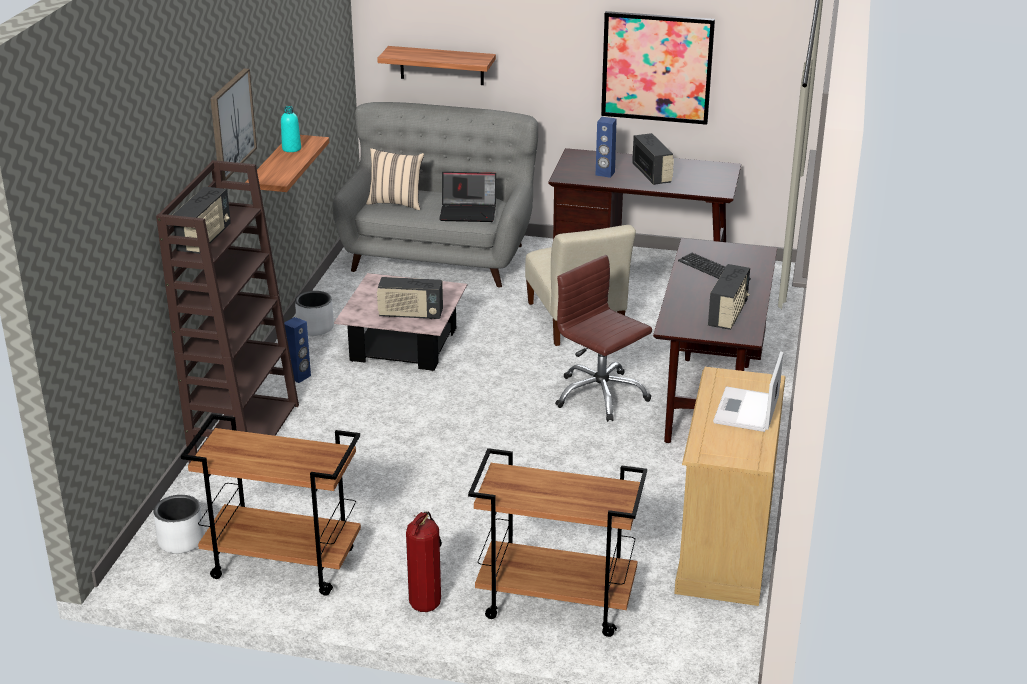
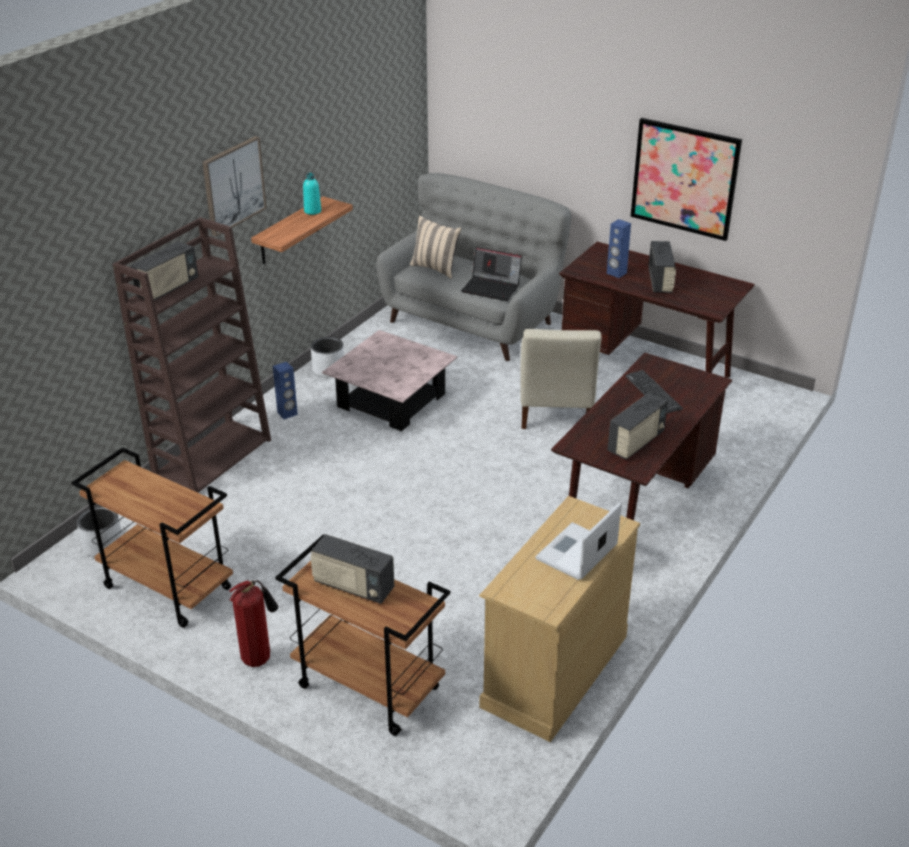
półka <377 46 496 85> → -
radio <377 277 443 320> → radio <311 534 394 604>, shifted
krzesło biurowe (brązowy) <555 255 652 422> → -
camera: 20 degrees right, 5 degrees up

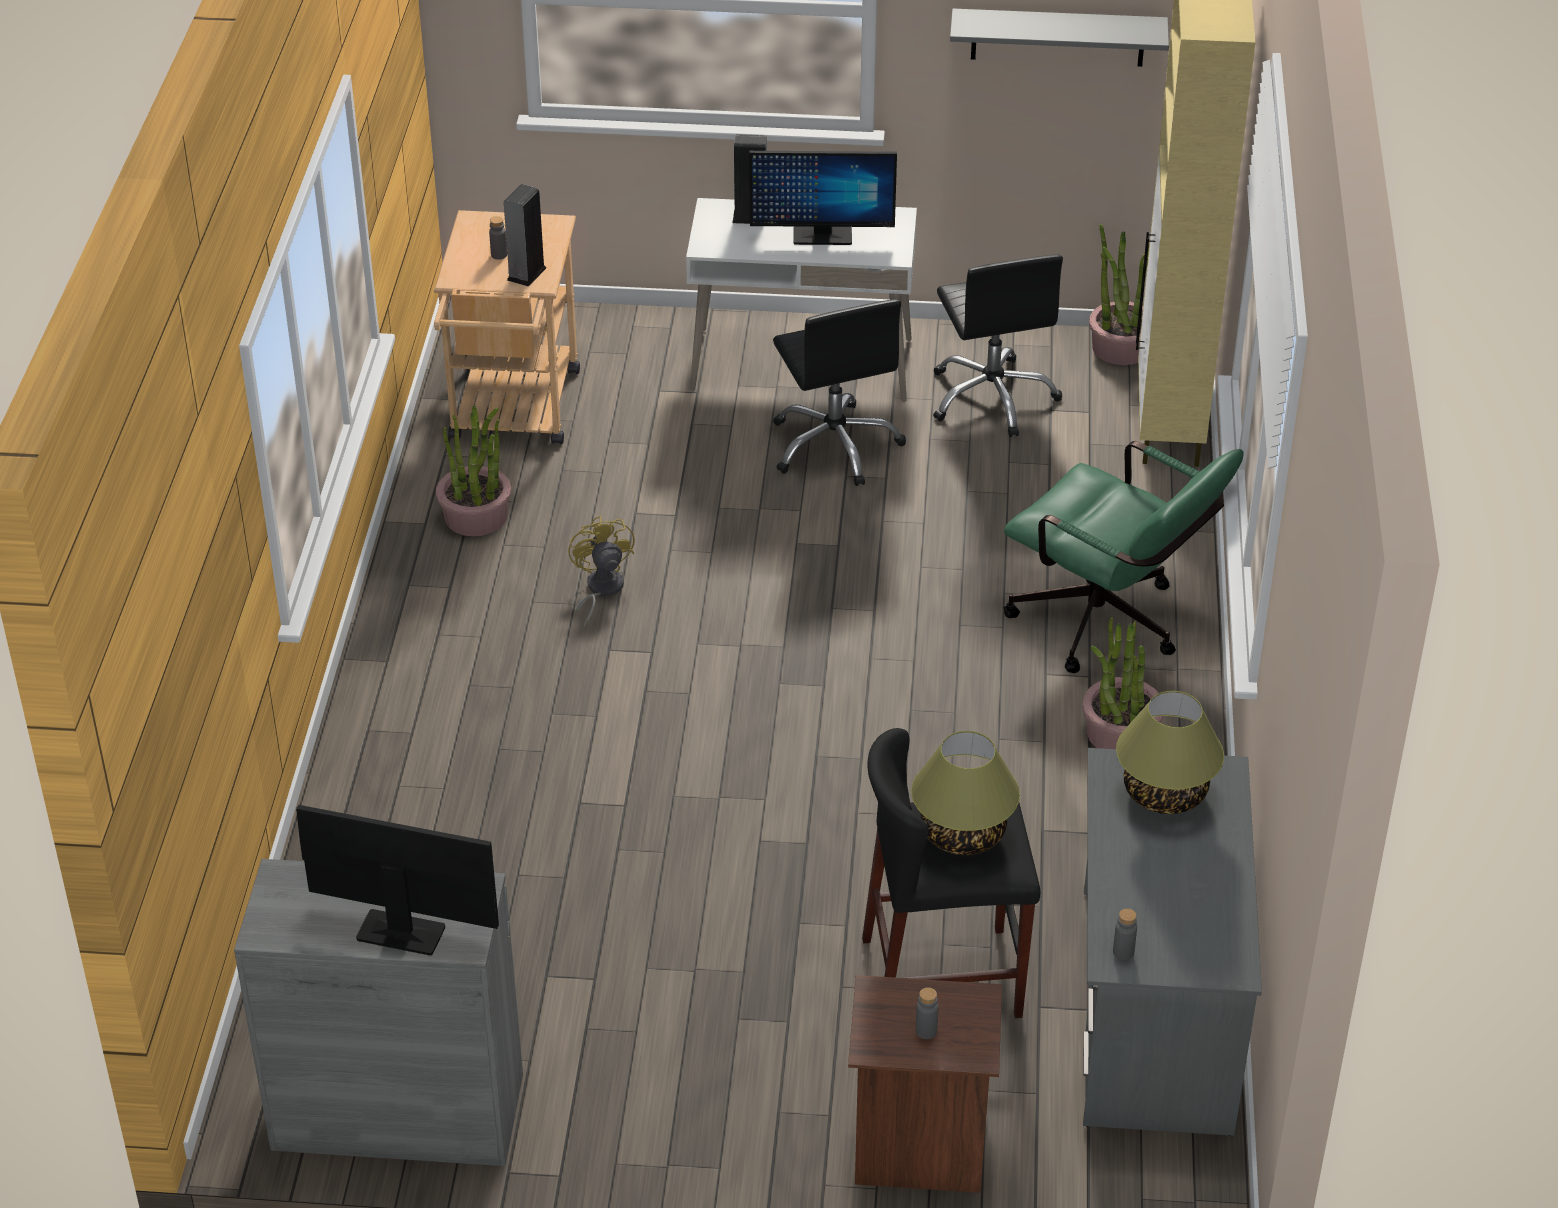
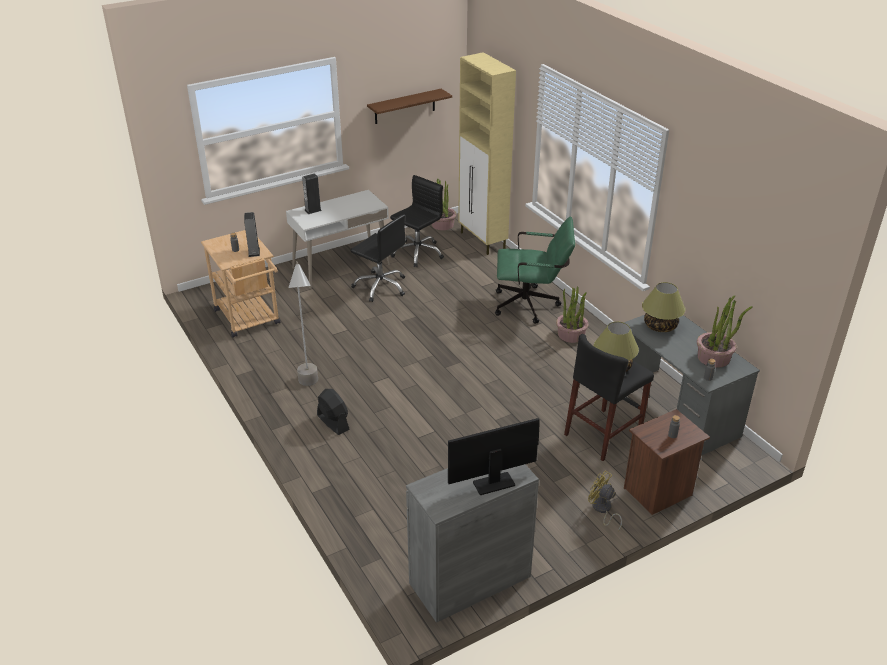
roślina doniczkowa <436 406 511 537> → roślina doniczkowa <697 295 753 368>, shifted
wentylator (żółty) <568 516 635 628> → wentylator (żółty) <588 471 622 531>, shifted
monitor <749 151 897 245> → -
krzesło biurowe (czarny) <933 254 1063 437> → krzesło biurowe (czarny) <390 175 444 267>, 90 degrees counterclockwise
półka (szary) <950 9 1169 67> → półka (brązowy) <367 89 452 124>
- → lampa stojąca (szary) <288 261 318 386>
- → wentylator (czarny) <317 389 350 435>
camera: 35 degrees left, 5 degrees down

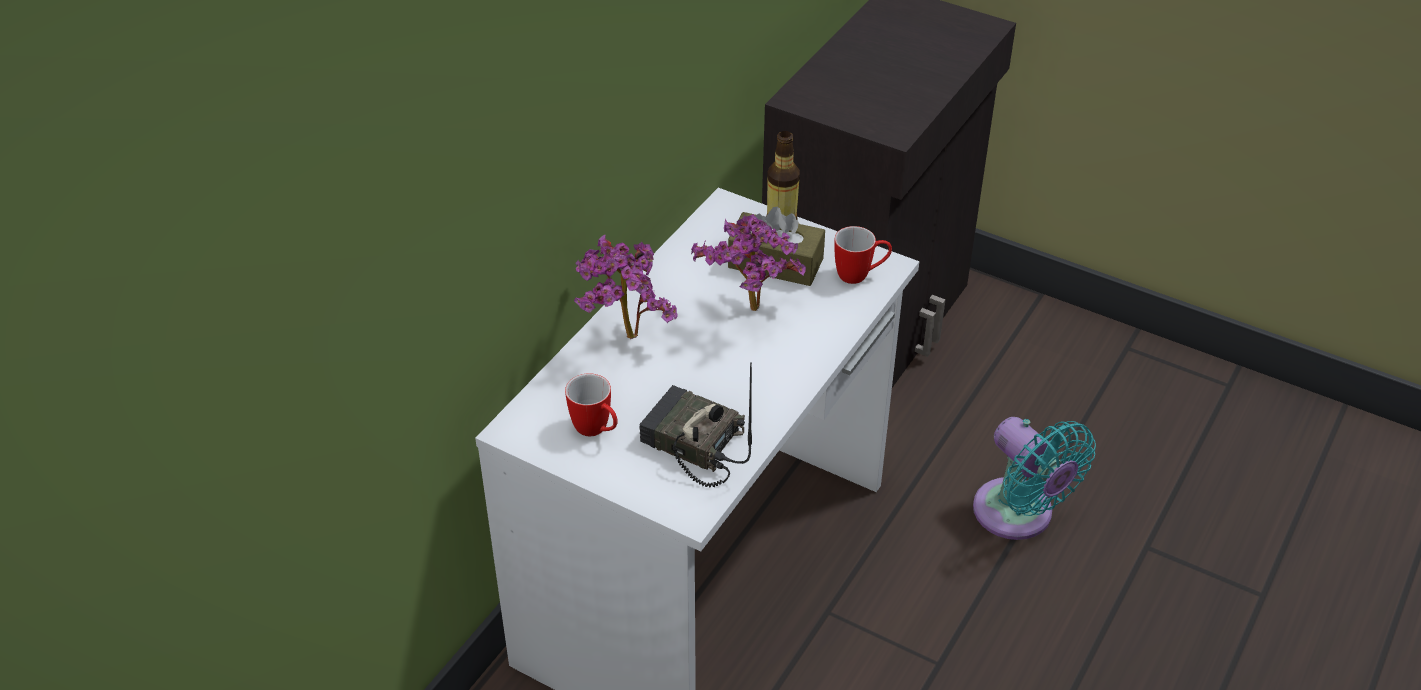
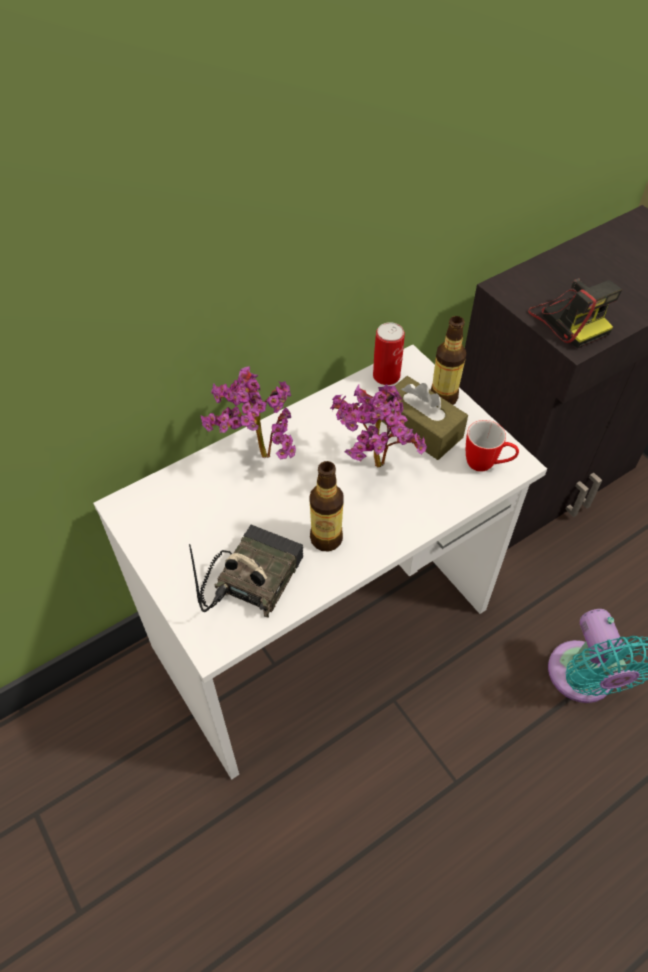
kubek <565 373 618 436> → -
radio <640 362 752 488> → radio <189 524 303 618>, 60 degrees clockwise
- → butelka <309 461 344 552>
- → puszka <373 322 405 385>
- → aparat fotograficzny <528 278 622 348>
camera: 25 degrees right, 10 degrees up

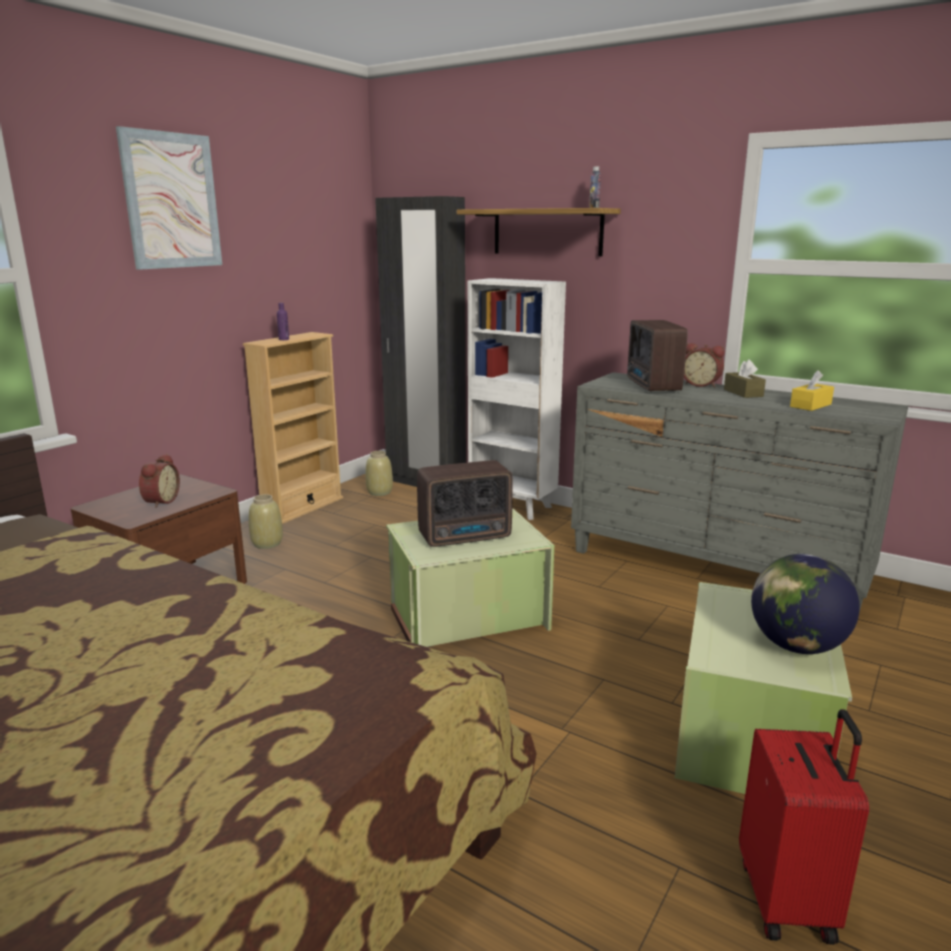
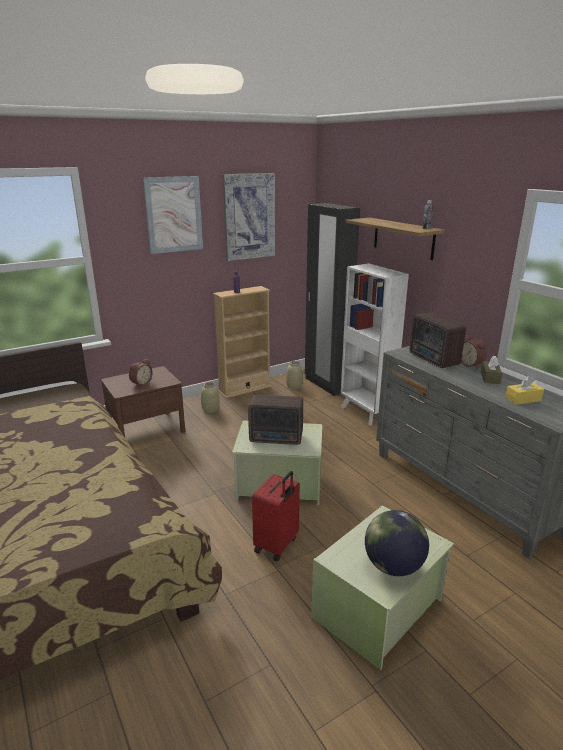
radio <627 320 688 392> → radio <410 312 466 368>, 45 degrees counterclockwise
walizka (czerwony) <739 709 869 945> → walizka (czerwony) <252 471 300 561>, shifted
- → obraz <223 173 275 261>
camera: 25 degrees right, 5 degrees up

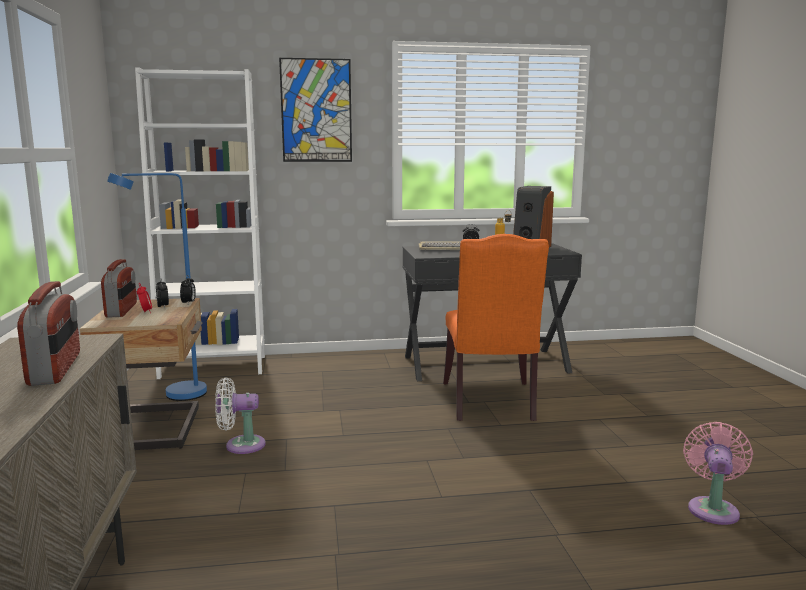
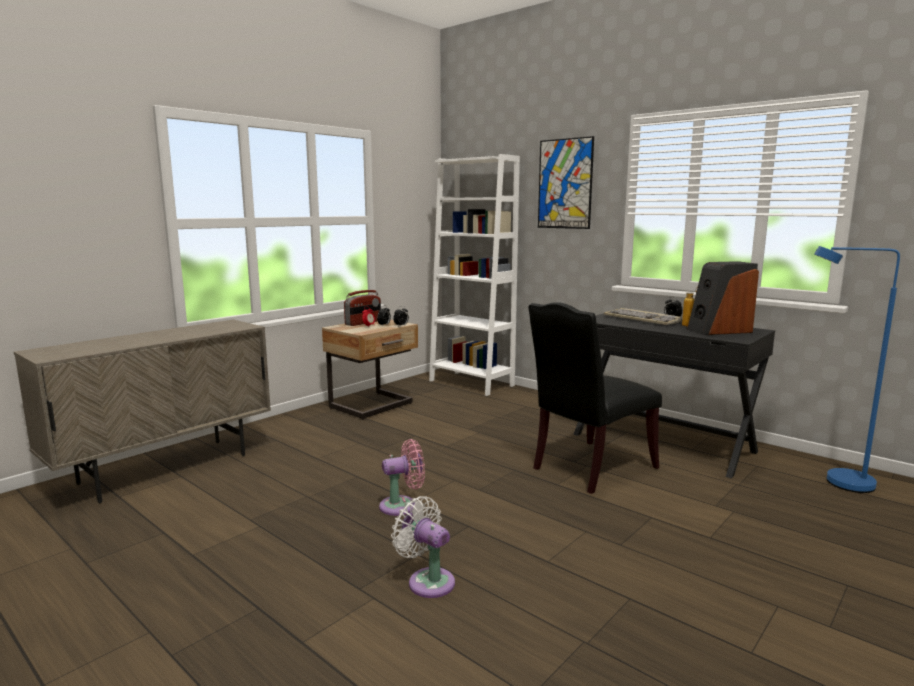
radio <17 281 80 386> → -
lampa stojąca (niebieski) <107 173 207 401> → lampa stojąca (niebieski) <815 246 900 493>, shifted
wentylator (biały) <215 377 266 454> → wentylator (biały) <391 496 455 598>, shifted
krzesło (pomarańczowy) <443 234 549 421> → krzesło (czarny) <528 302 662 494>
wentylator (różowy) <683 422 753 525> → wentylator (różowy) <379 439 425 516>, shifted
camera: 50 degrees right, 0 degrees up

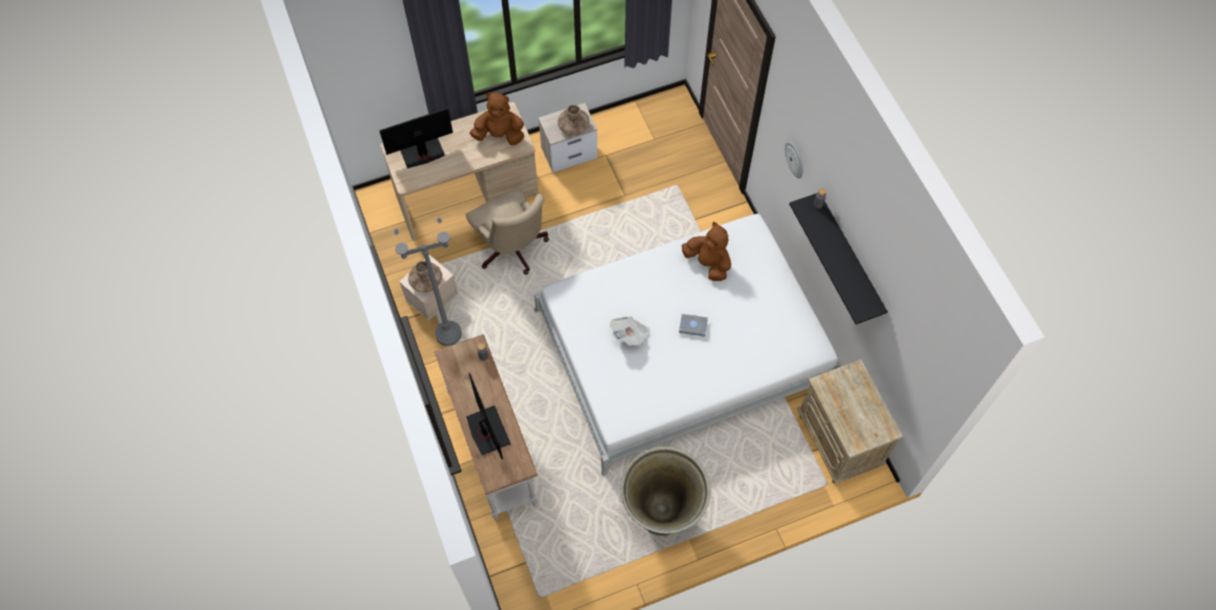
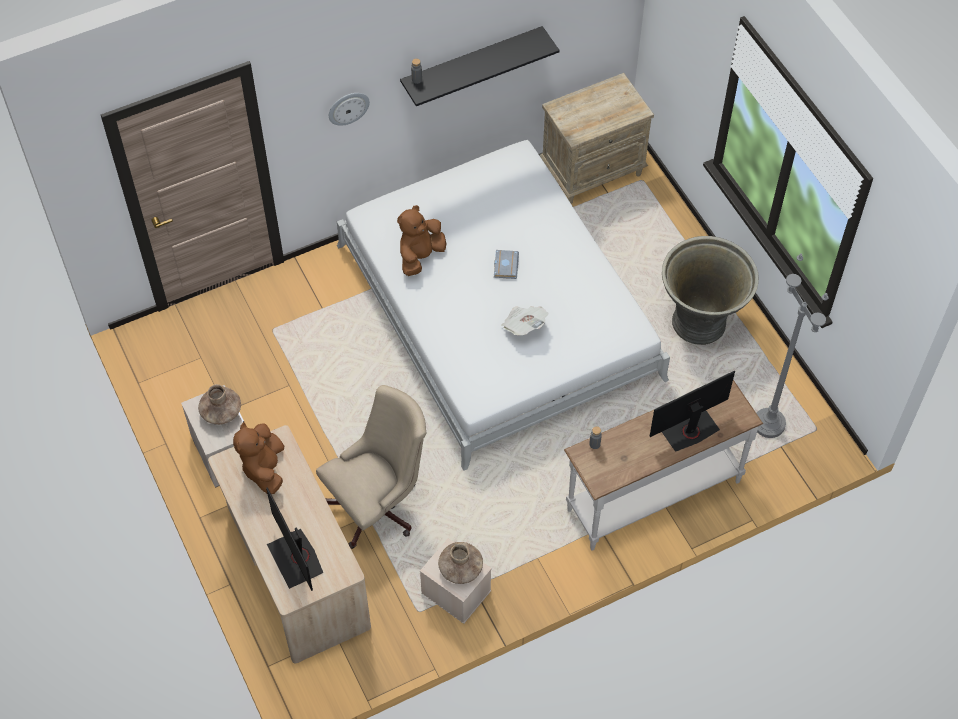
lampa stojąca (szary) <394 217 462 346> → lampa stojąca (szary) <756 253 828 438>, shifted
camera: 95 degrees left, 5 degrees down

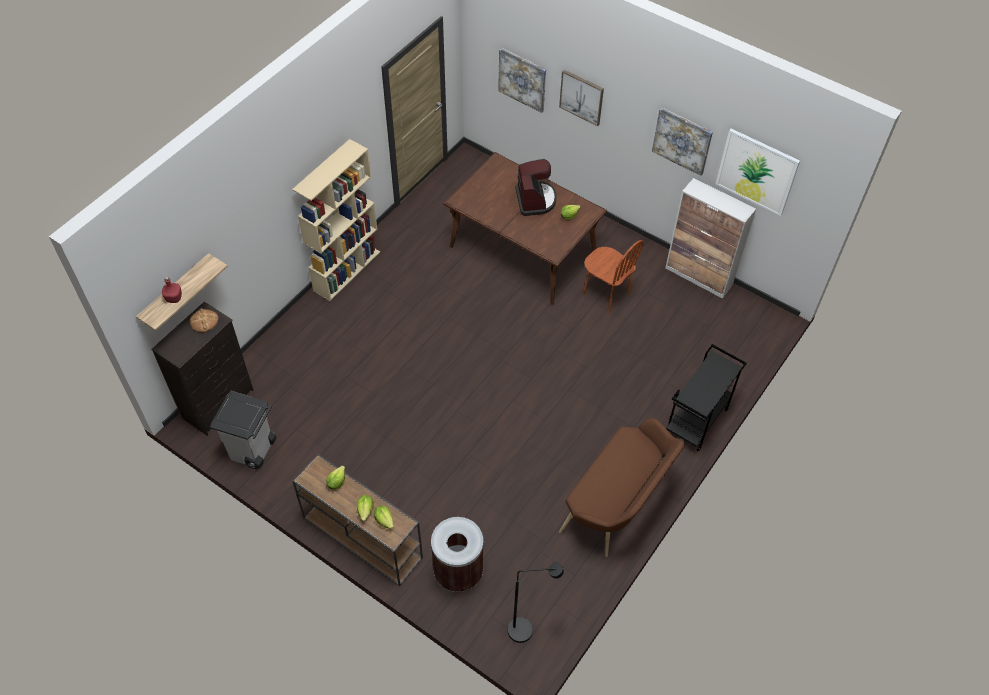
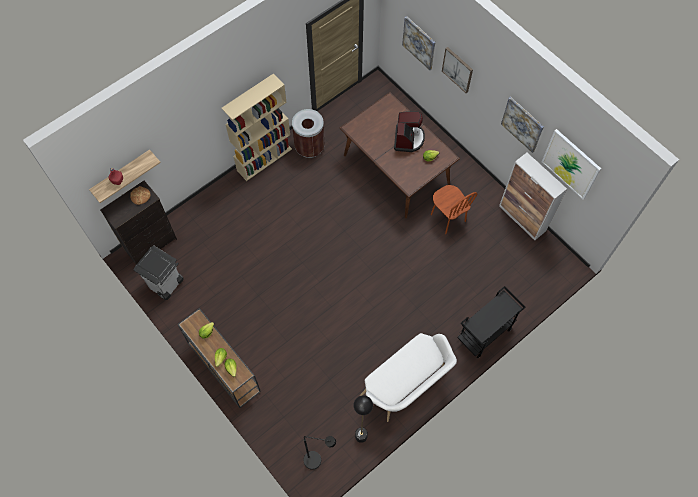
kosz na śmieci (brązowy) <431 517 483 592> → kosz na śmieci (brązowy) <292 109 325 158>, shifted
ławka (brązowy) <559 418 685 557> → ławka (biały) <360 333 457 422>
- → lampa stojąca (czarny) <354 395 373 443>
camera: 15 degrees right, 10 degrees up

